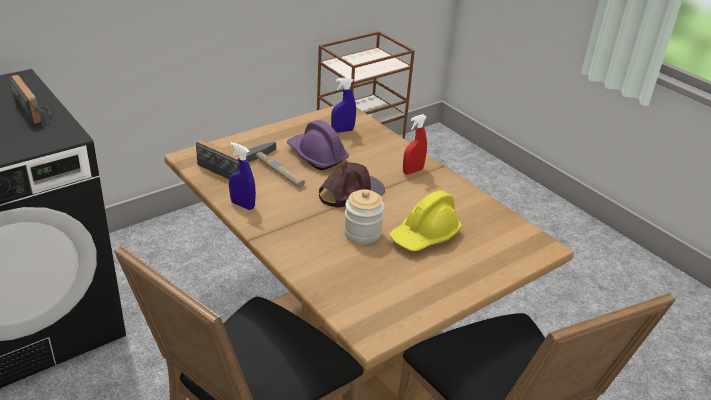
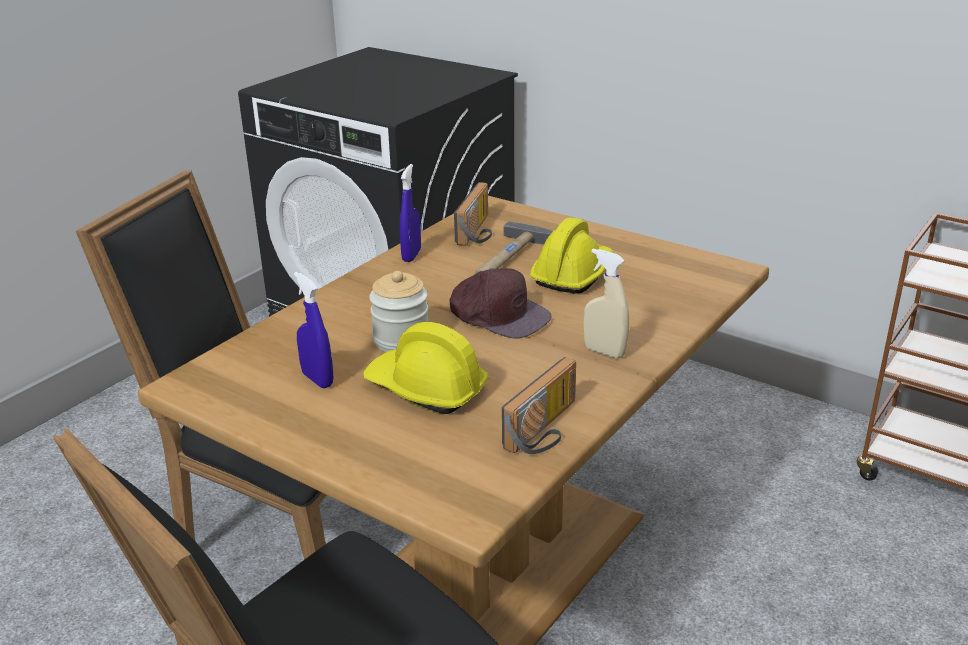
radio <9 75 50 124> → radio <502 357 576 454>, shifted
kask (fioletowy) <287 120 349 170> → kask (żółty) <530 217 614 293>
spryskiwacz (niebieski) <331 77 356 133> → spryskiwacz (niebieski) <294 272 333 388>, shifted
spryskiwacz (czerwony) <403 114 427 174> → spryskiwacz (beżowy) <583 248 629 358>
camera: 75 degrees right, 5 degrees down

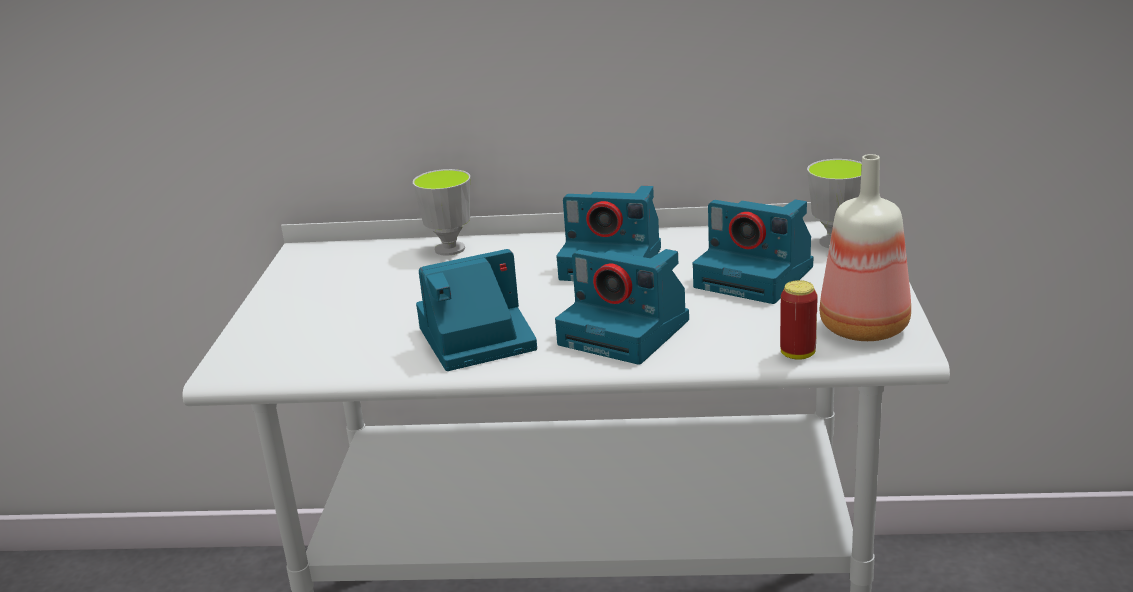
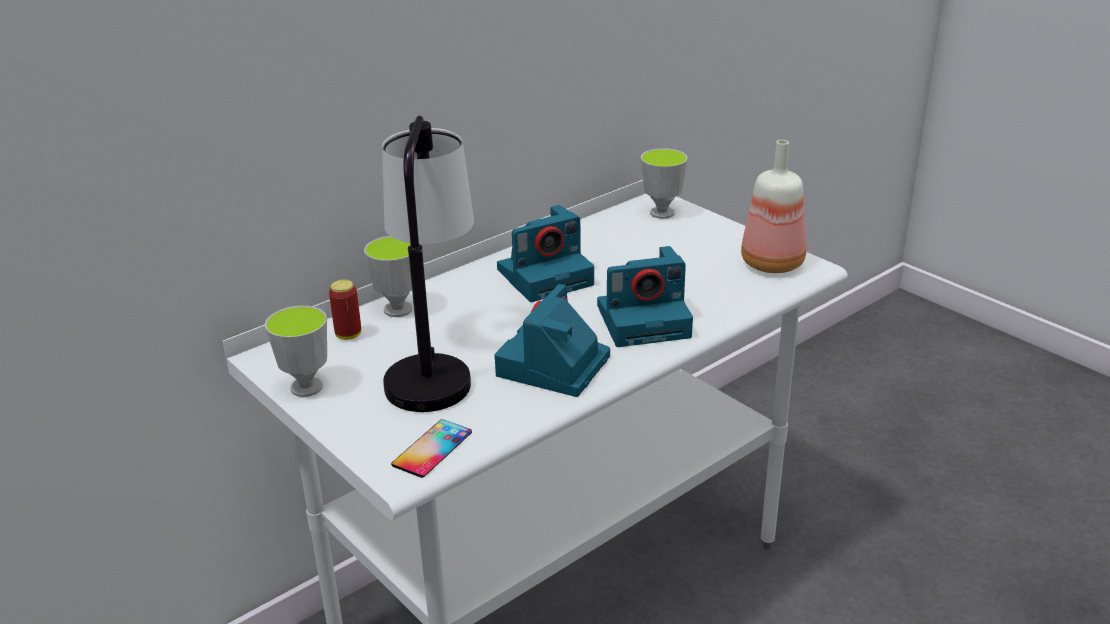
aparat fotograficzny <693 199 813 304> → -
puszka <780 280 818 360> → puszka <329 280 361 340>, shifted
- → filiżanka <265 306 327 397>
- → lampa stołowa <382 116 474 412>
- → telefon <391 419 472 478>
camera: 45 degrees left, 5 degrees up

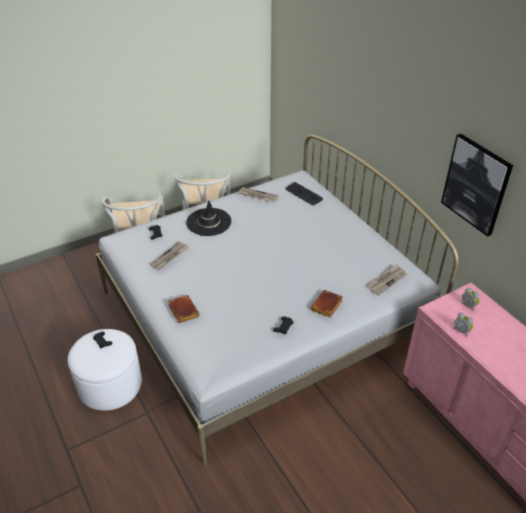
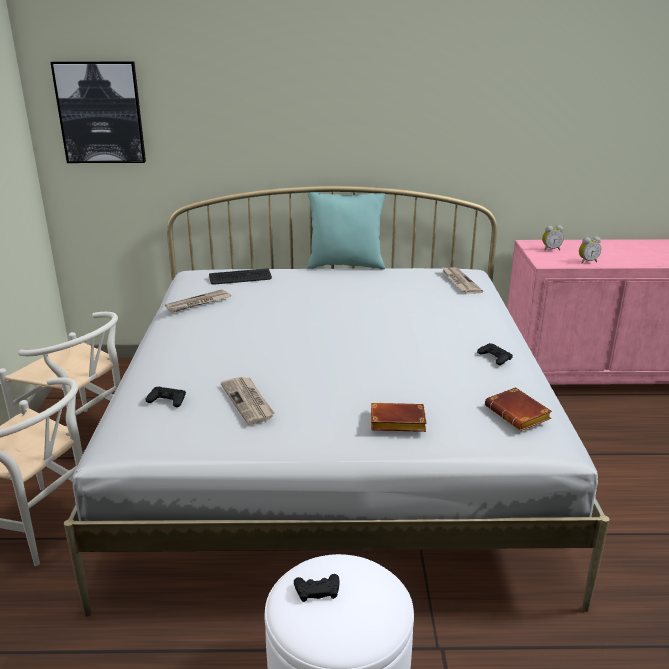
kapelusz (czarny) <186 200 232 236> → -
książka (brązowy) <310 290 343 317> → książka (brązowy) <485 387 552 431>, shifted
obraz <441 134 513 237> → obraz <50 61 146 163>, shifted
- → poduszka (turkusowy) <307 192 386 269>
camera: 60 degrees left, 15 degrees down

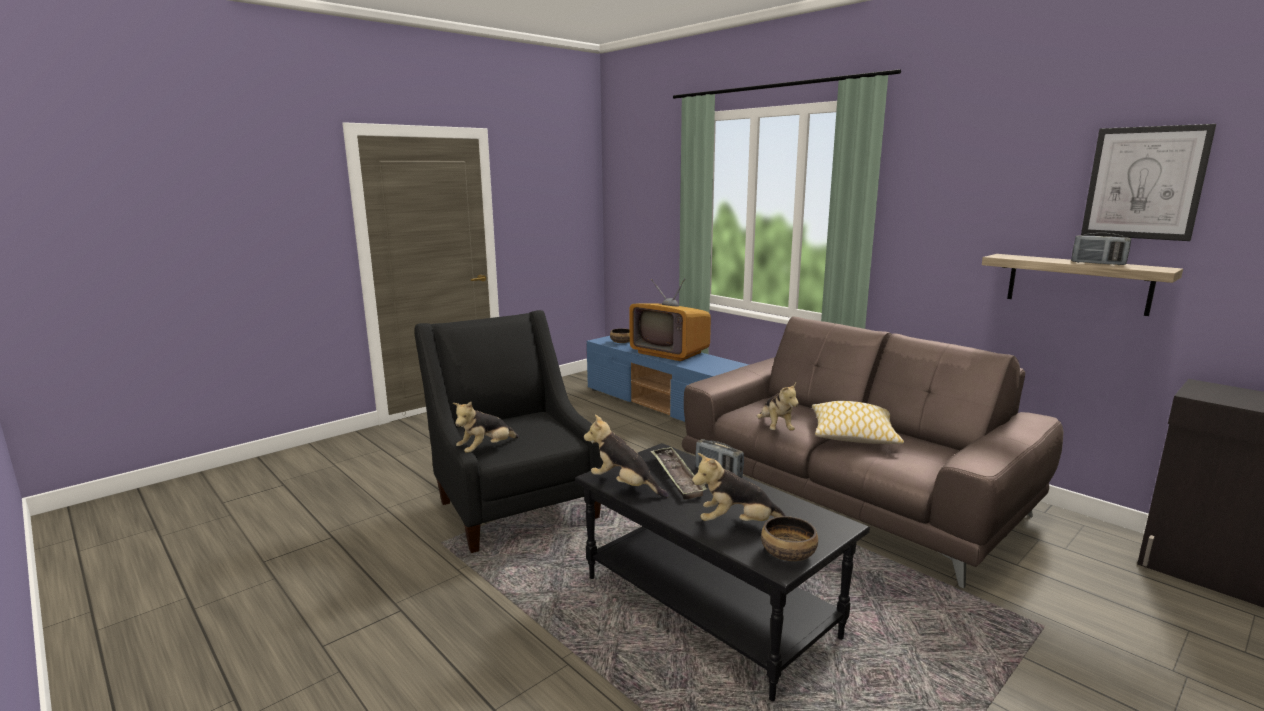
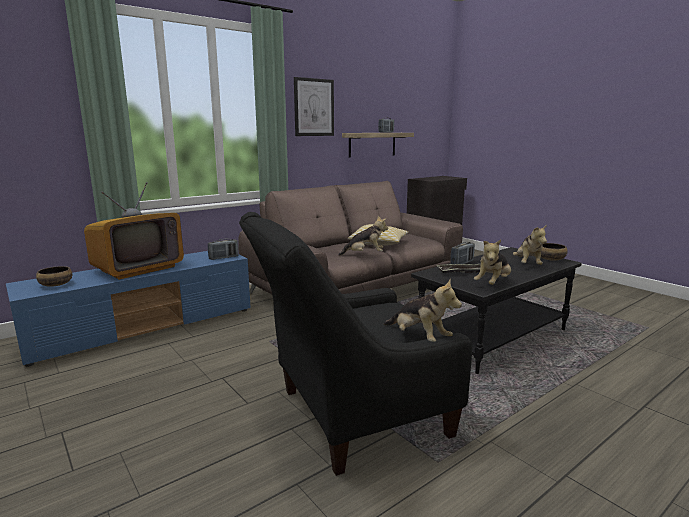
obraz <1081 124 1216 241> → obraz <294 77 334 136>, shifted
- → radio <208 239 238 260>
camera: 85 degrees left, 0 degrees up

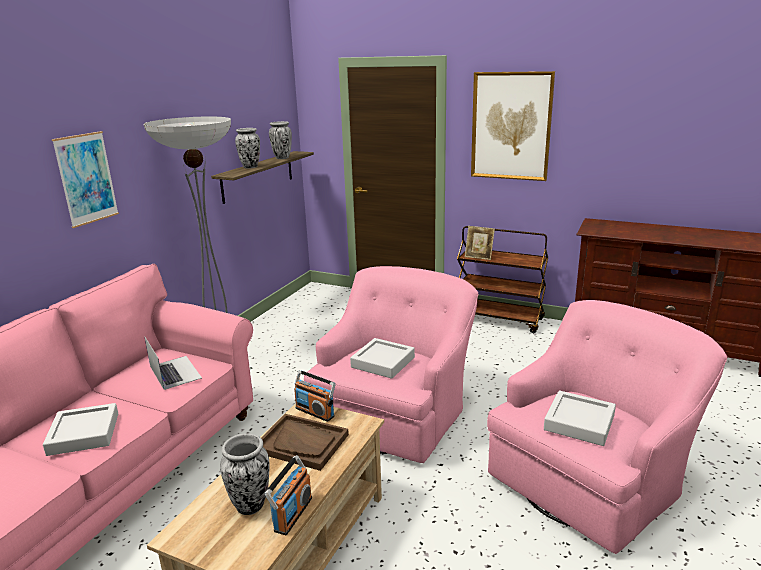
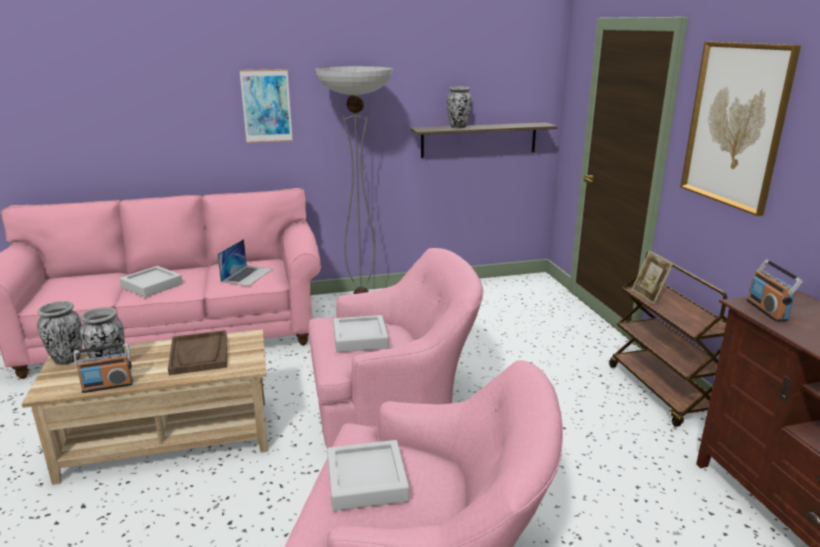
wazon <269 121 292 159> → wazon <37 301 82 365>, shifted
radio <294 370 336 422> → radio <746 259 803 322>, shifted
camera: 50 degrees right, 0 degrees up

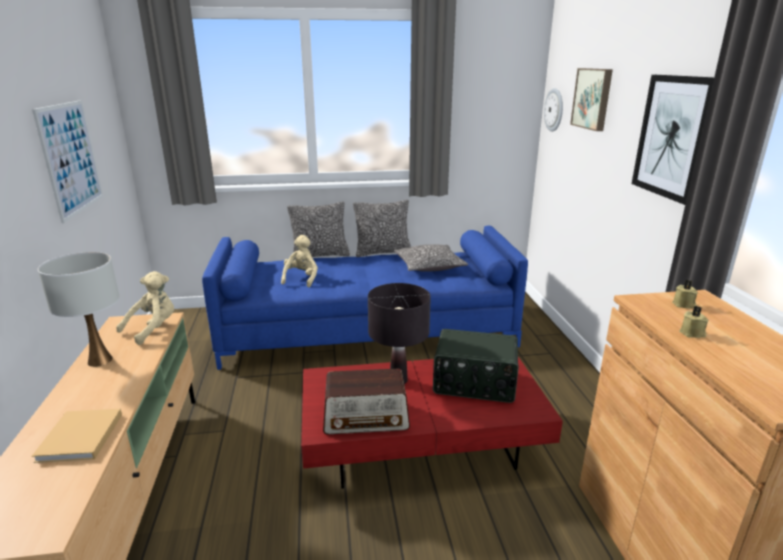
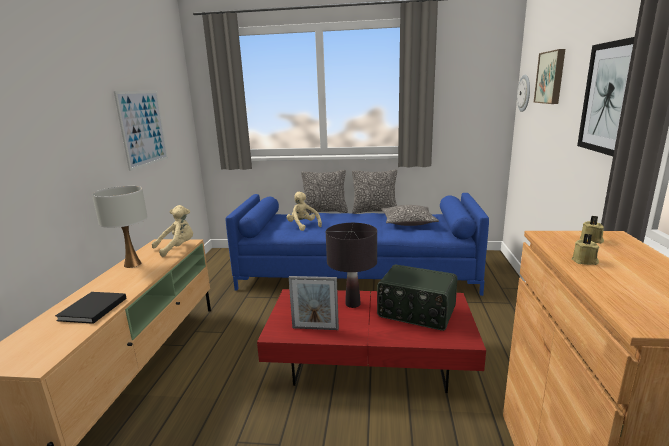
książka (beżowy) <32 409 122 463> → książka (czarny) <55 292 127 324>
pluszak (beżowy) <281 235 318 287> → pluszak (beżowy) <287 192 322 231>, 60 degrees counterclockwise
radio <323 369 410 434> → ramka na zdjęcie <289 276 339 330>
camera: 15 degrees right, 5 degrees down

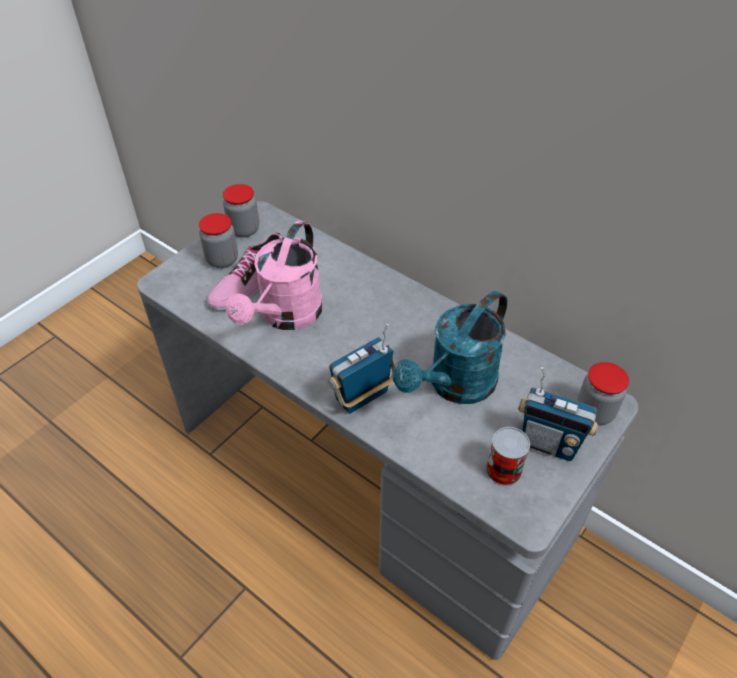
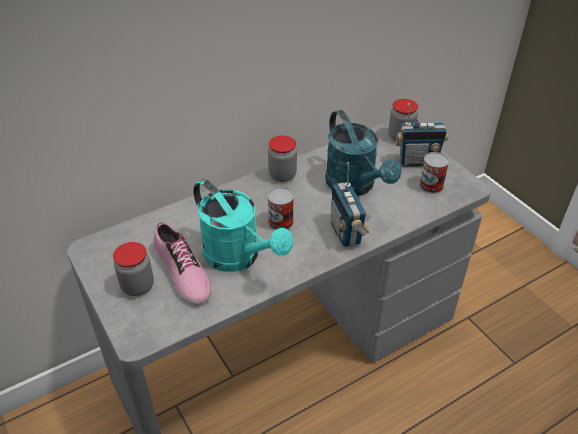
słoik <223 184 259 238> → słoik <268 135 297 182>, shifted
konewka (różowy) <226 221 323 330> → konewka (turkusowy) <193 179 293 272>
radio <518 367 599 461> → radio <396 103 448 167>, 45 degrees clockwise
- → puszka <267 187 294 230>
camera: 70 degrees left, 5 degrees down

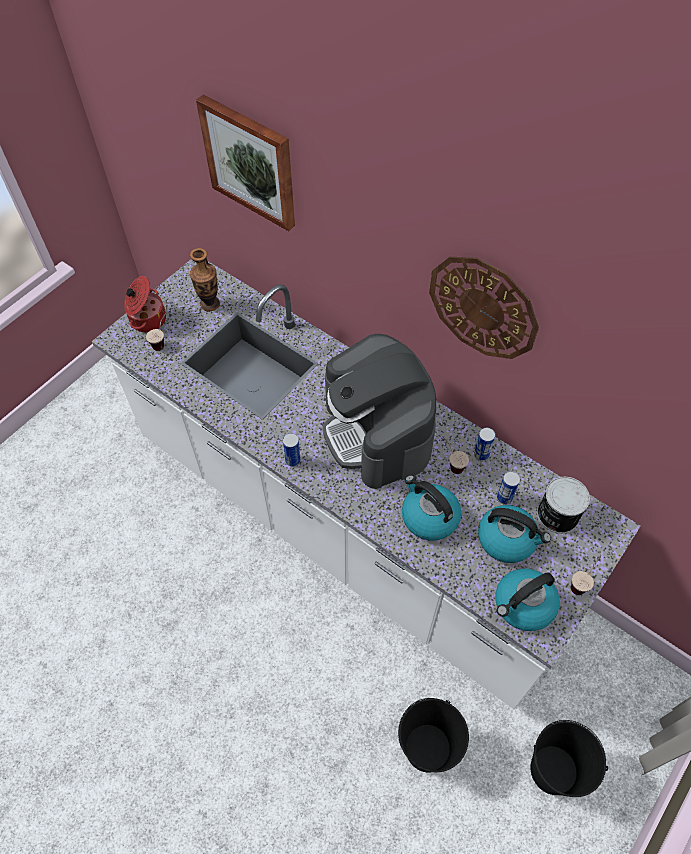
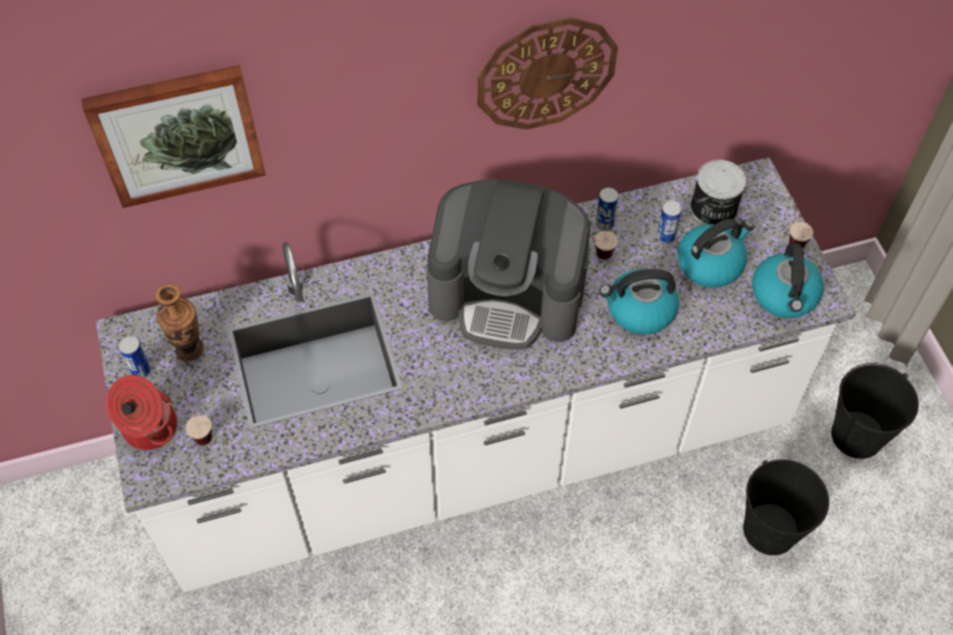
puszka <283 433 301 467> → puszka <119 336 151 378>, shifted
camera: 55 degrees left, 0 degrees up

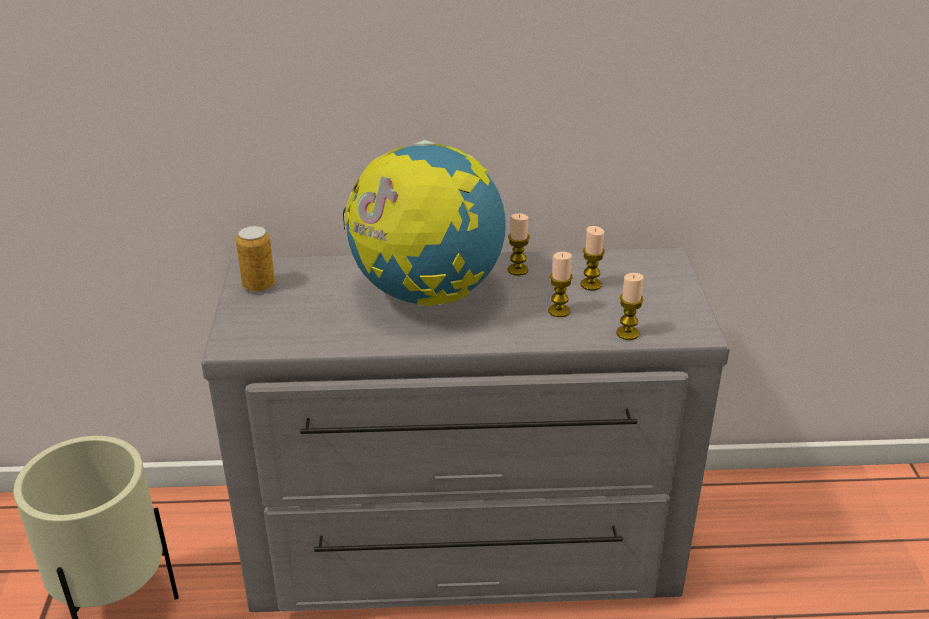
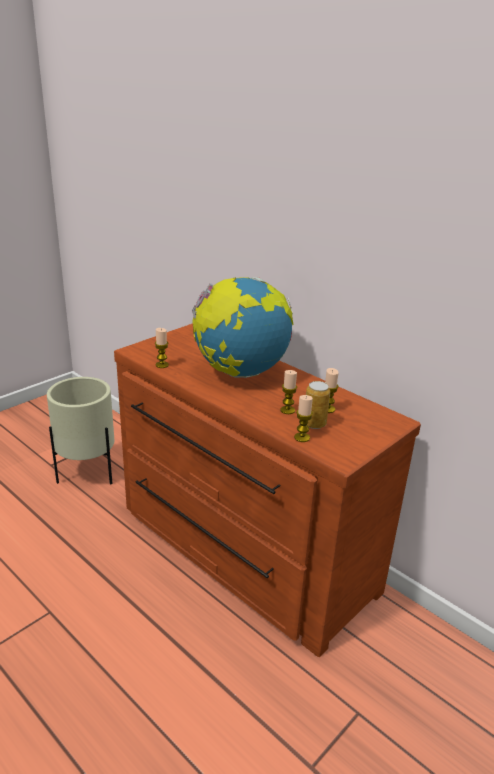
komoda (szary) <201 248 730 612> → komoda (brązowy) <114 323 421 657>
puszka <236 226 275 292> → puszka <306 381 330 429>, shifted
świeca <508 213 530 276> → świeca <155 328 169 368>, shifted
camera: 45 degrees right, 5 degrees down

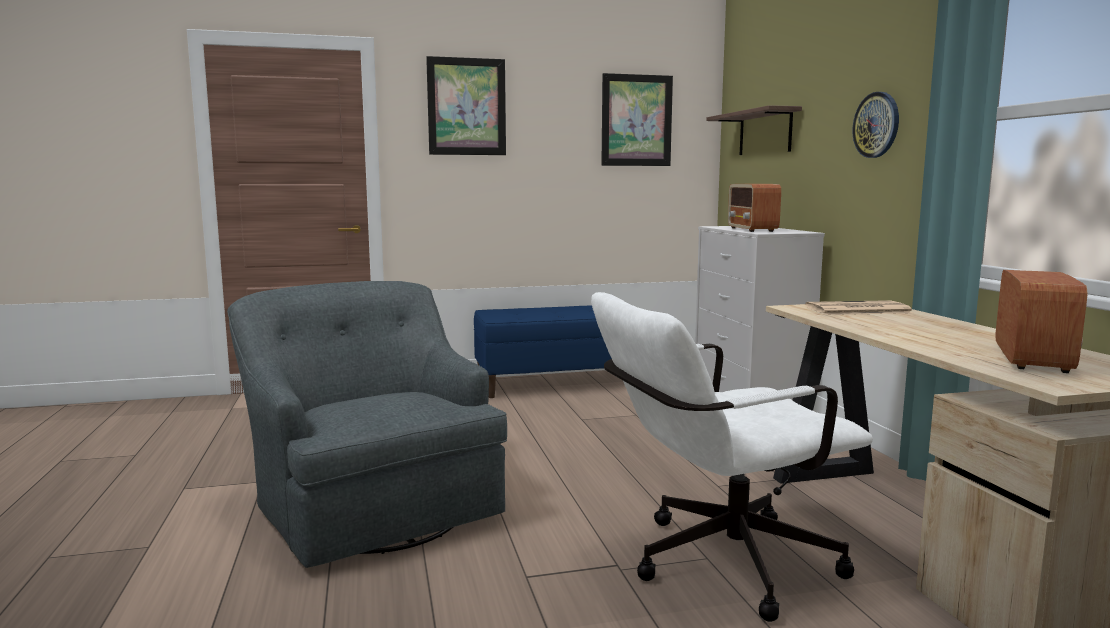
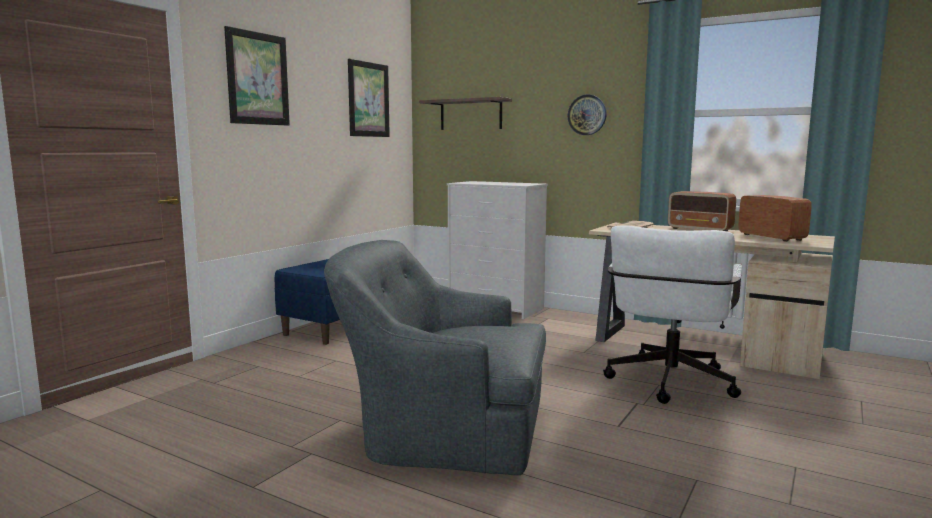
radio <728 184 781 232> → radio <668 191 736 231>, shifted
camera: 45 degrees left, 0 degrees up

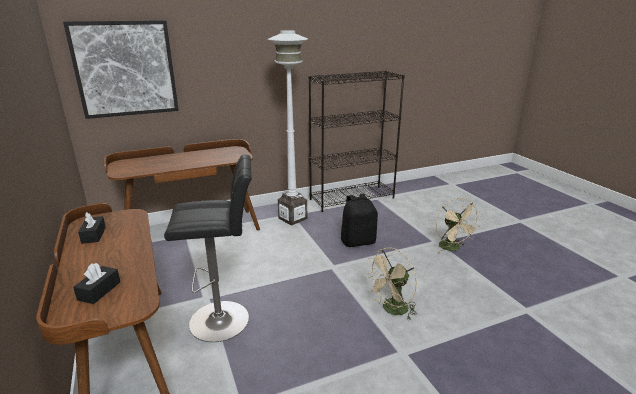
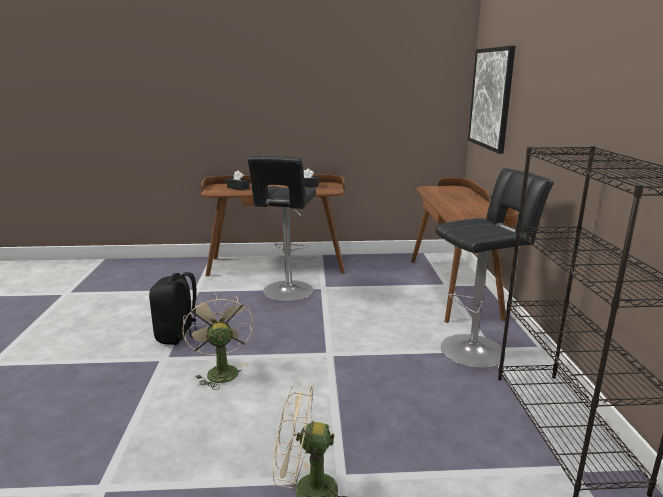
lampa stojąca (biały) <268 30 308 226> → stołek (czarny) <435 168 554 368>
plecak (czarny) <341 194 378 247> → plecak (czarny) <149 272 197 345>, shifted
camera: 110 degrees right, 5 degrees down

